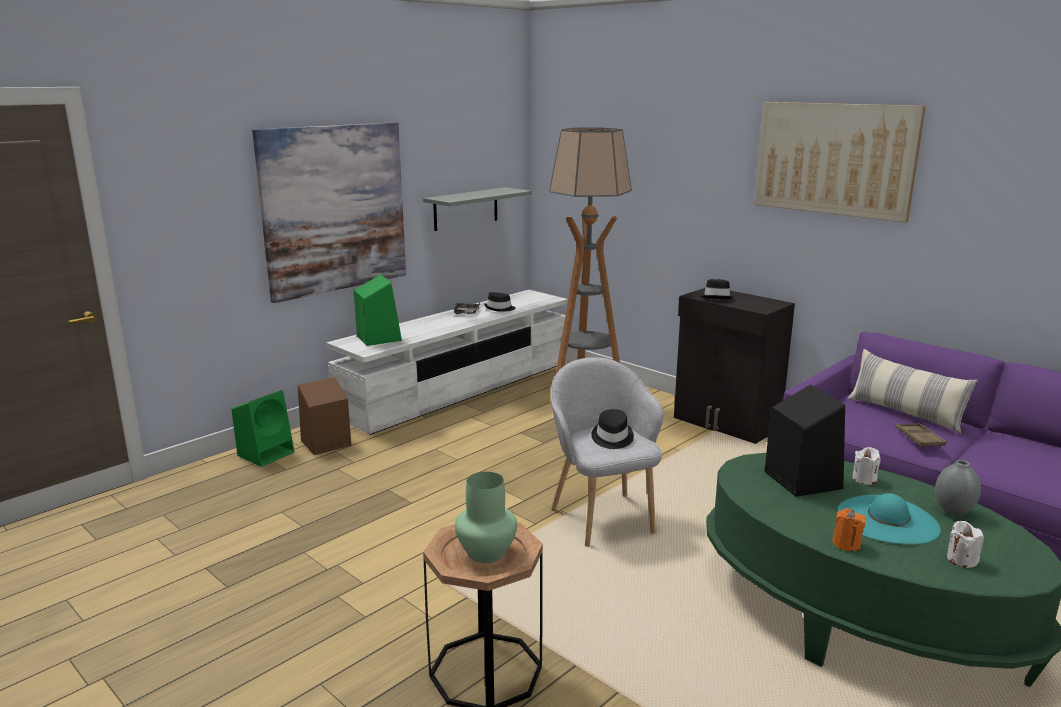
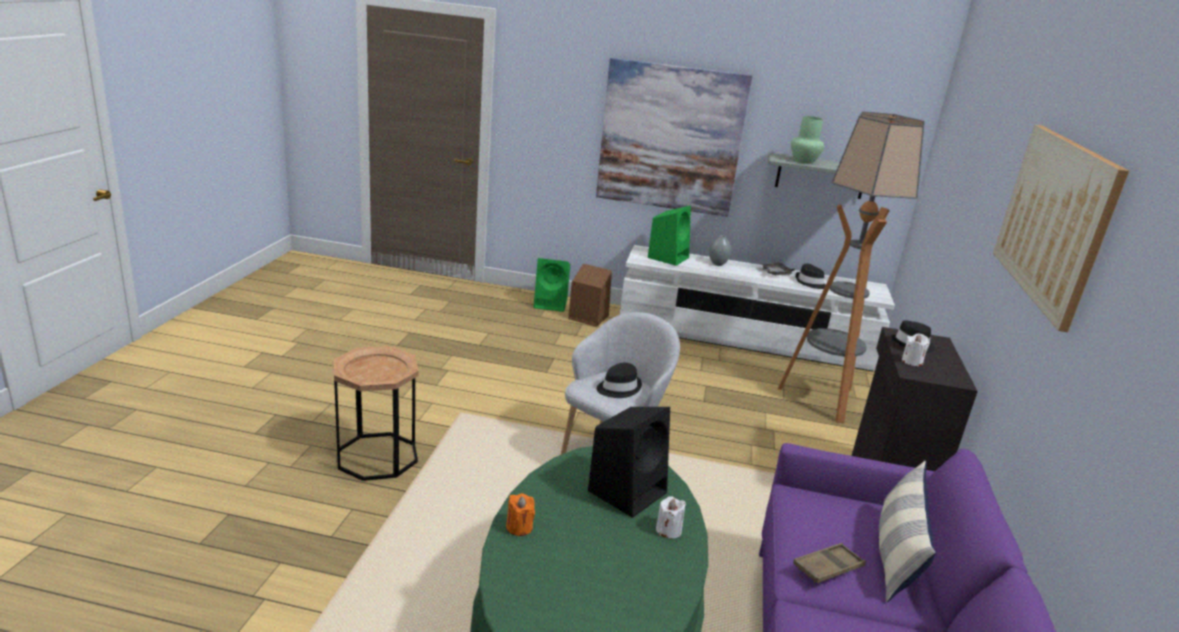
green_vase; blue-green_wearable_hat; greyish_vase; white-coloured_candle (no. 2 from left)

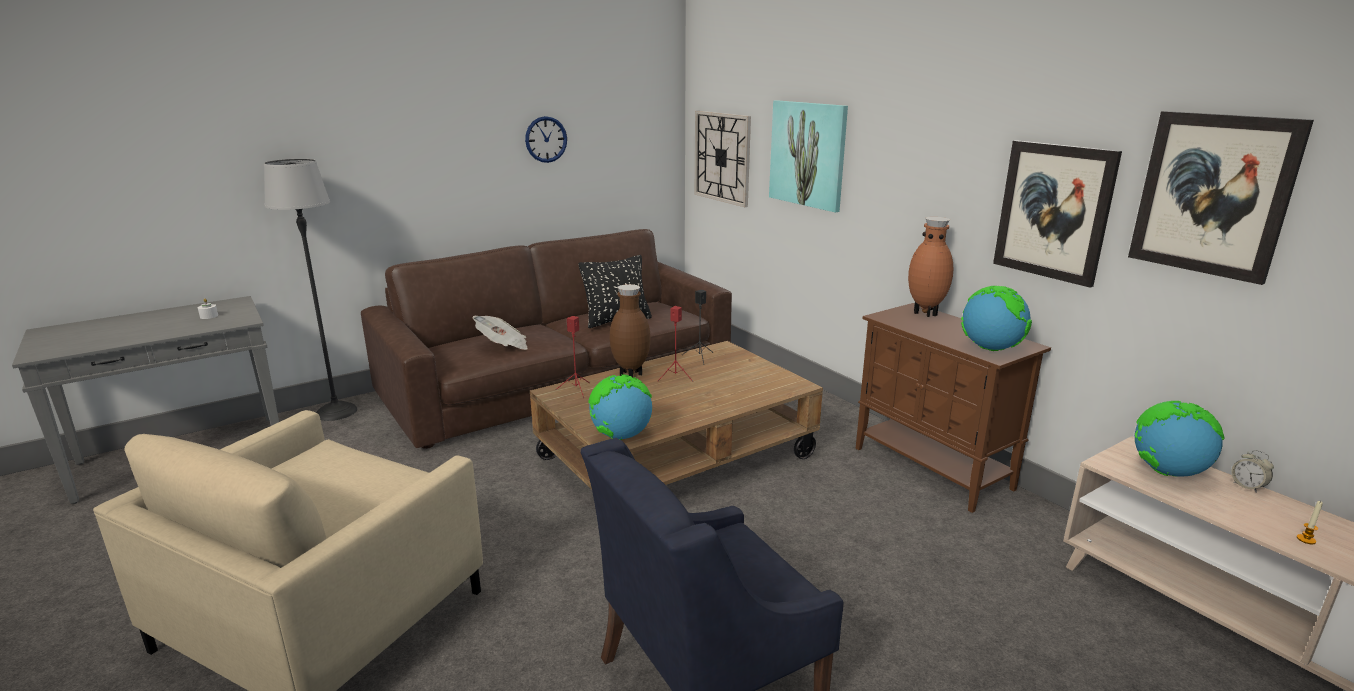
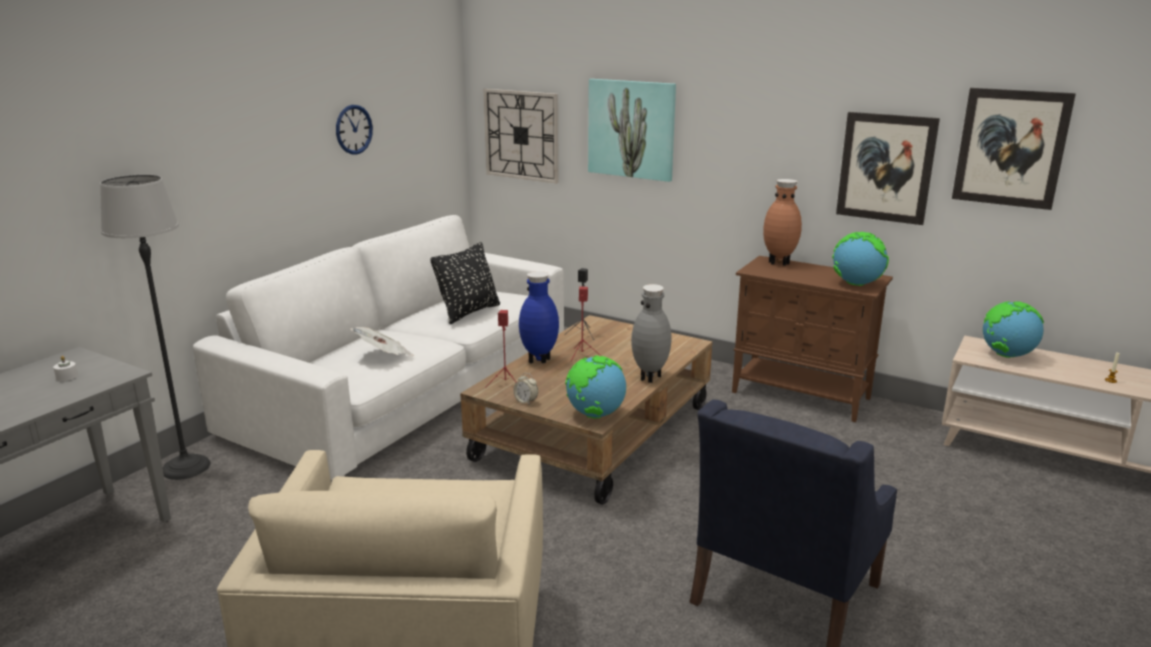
white-coloured_sofa; blue_vase; alarm_clock; greyish_vase

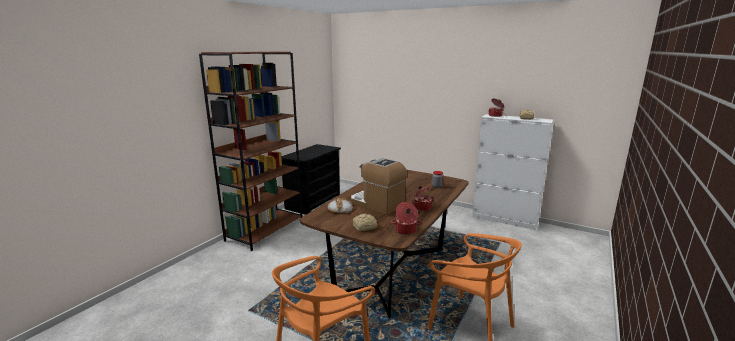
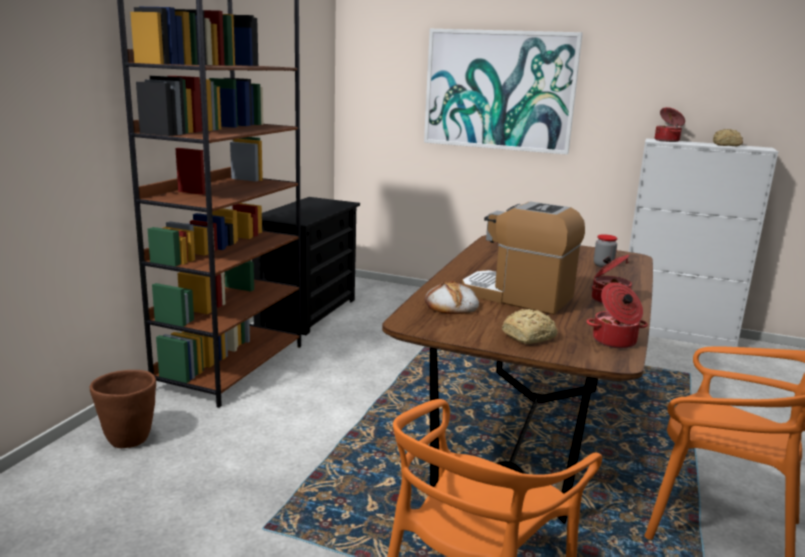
brownish_flower_pot; picture

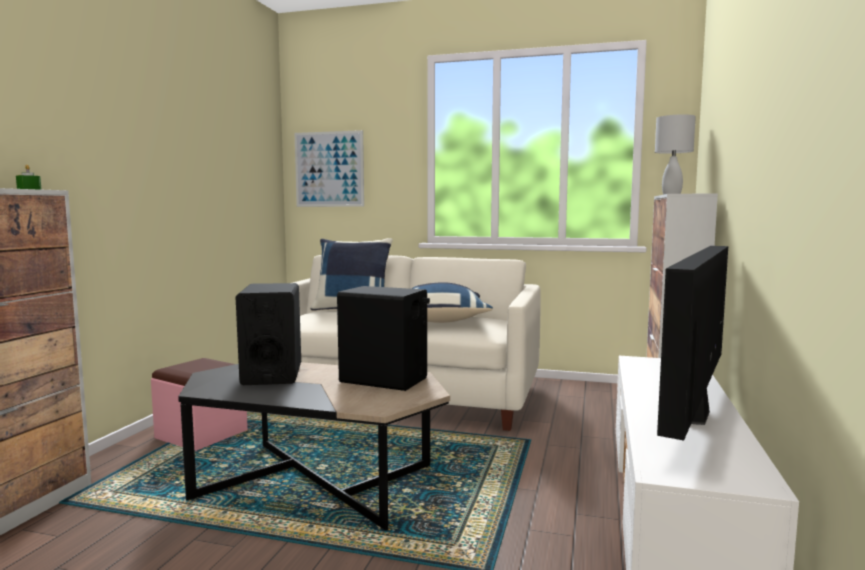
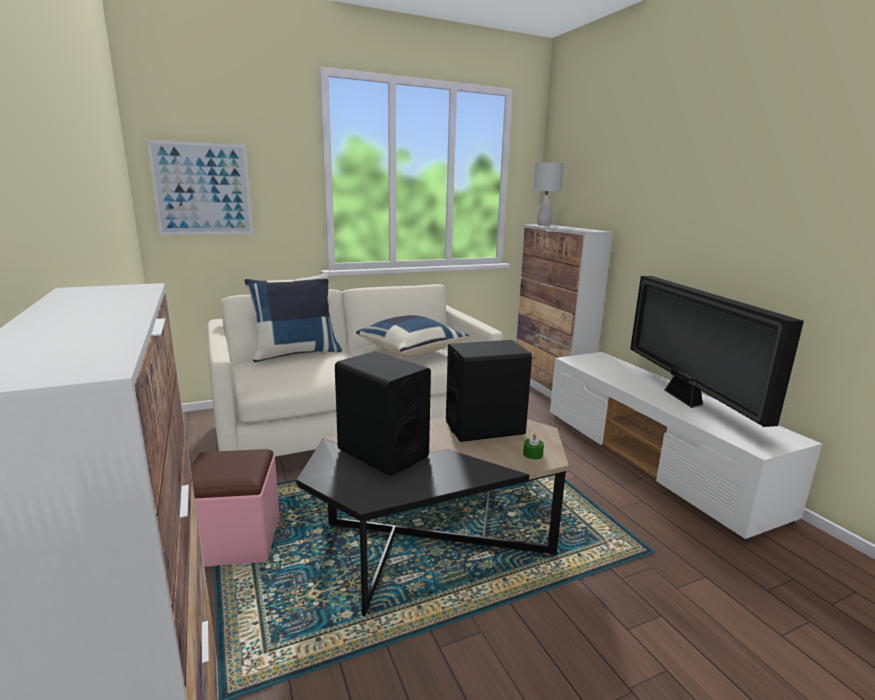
green_candle

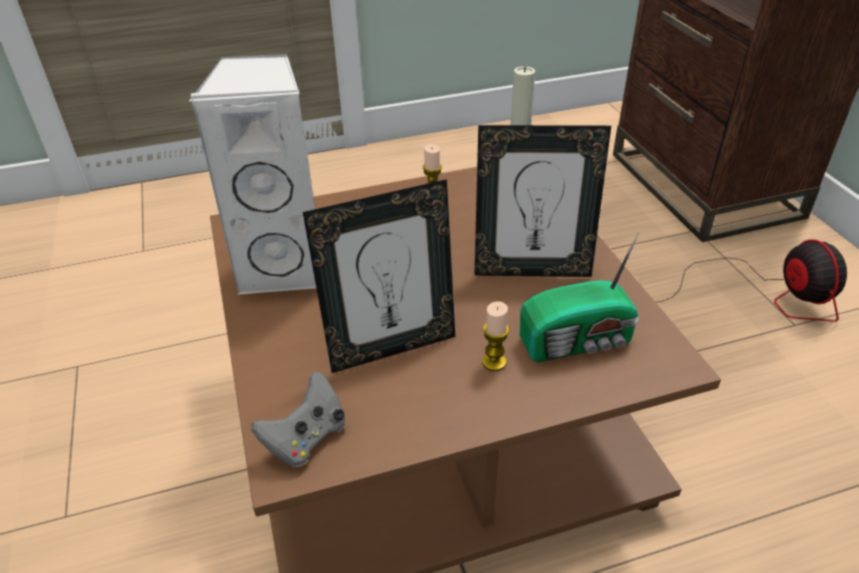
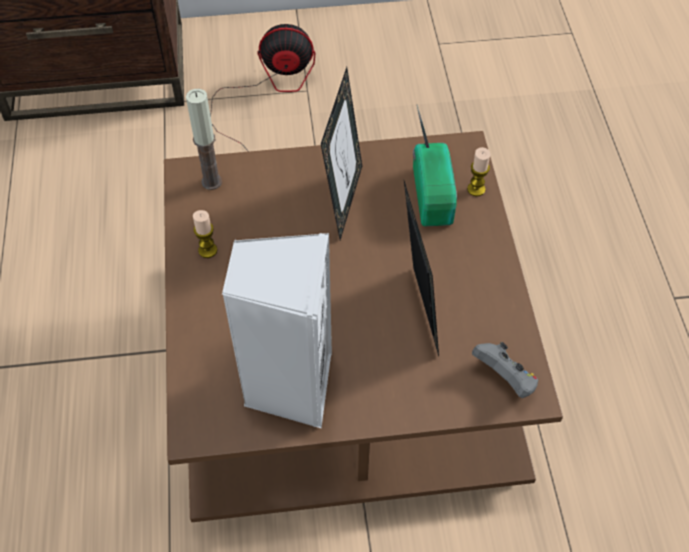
candle (no. 3 from left)

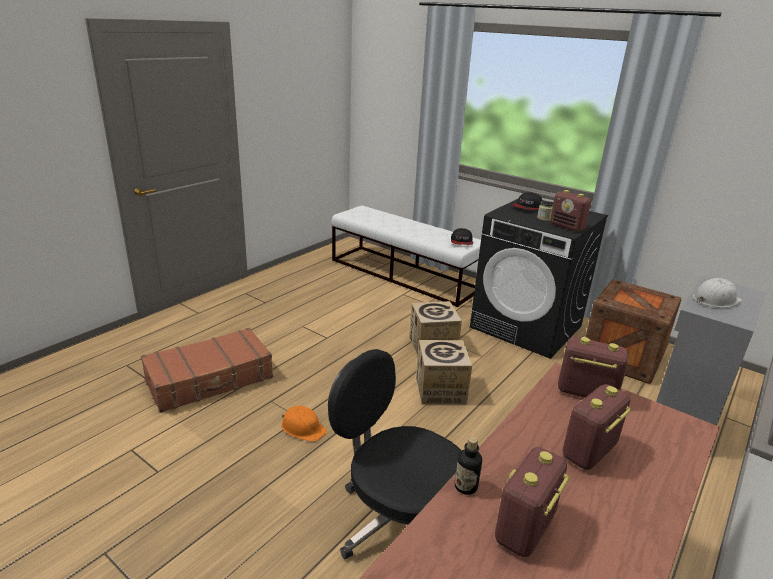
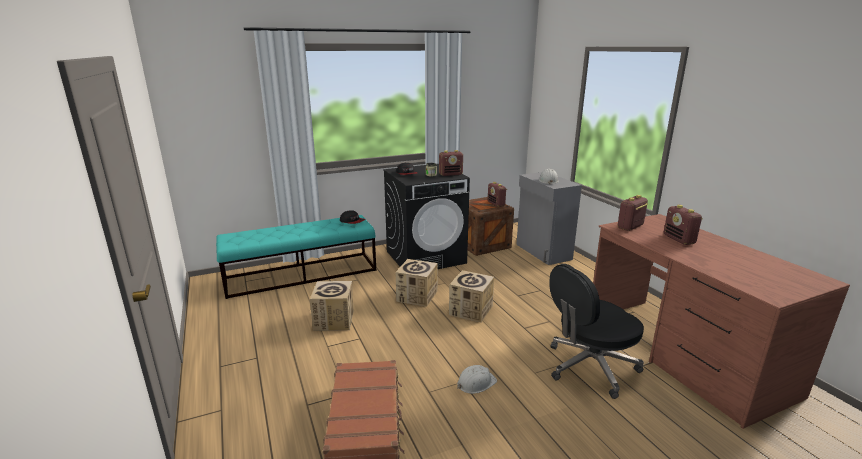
white-coloured_safety_helmet (no. 1 from left); blue-green_bench; drink_bottle; radio_set (no. 2 from left); carton (no. 1 from left)

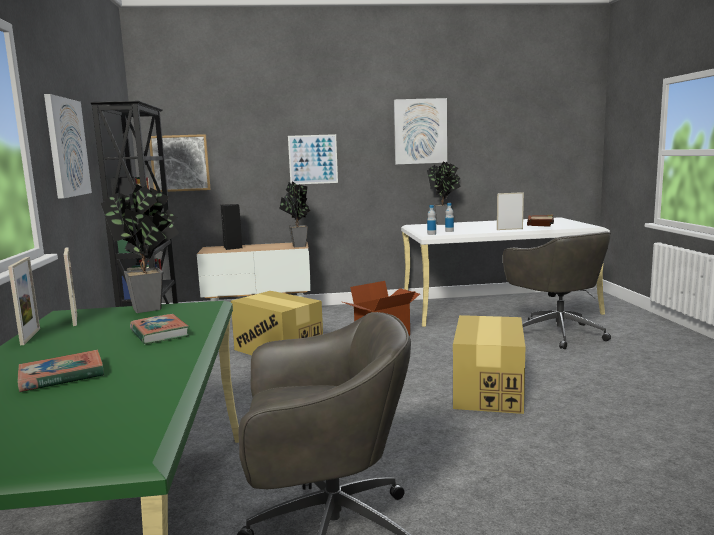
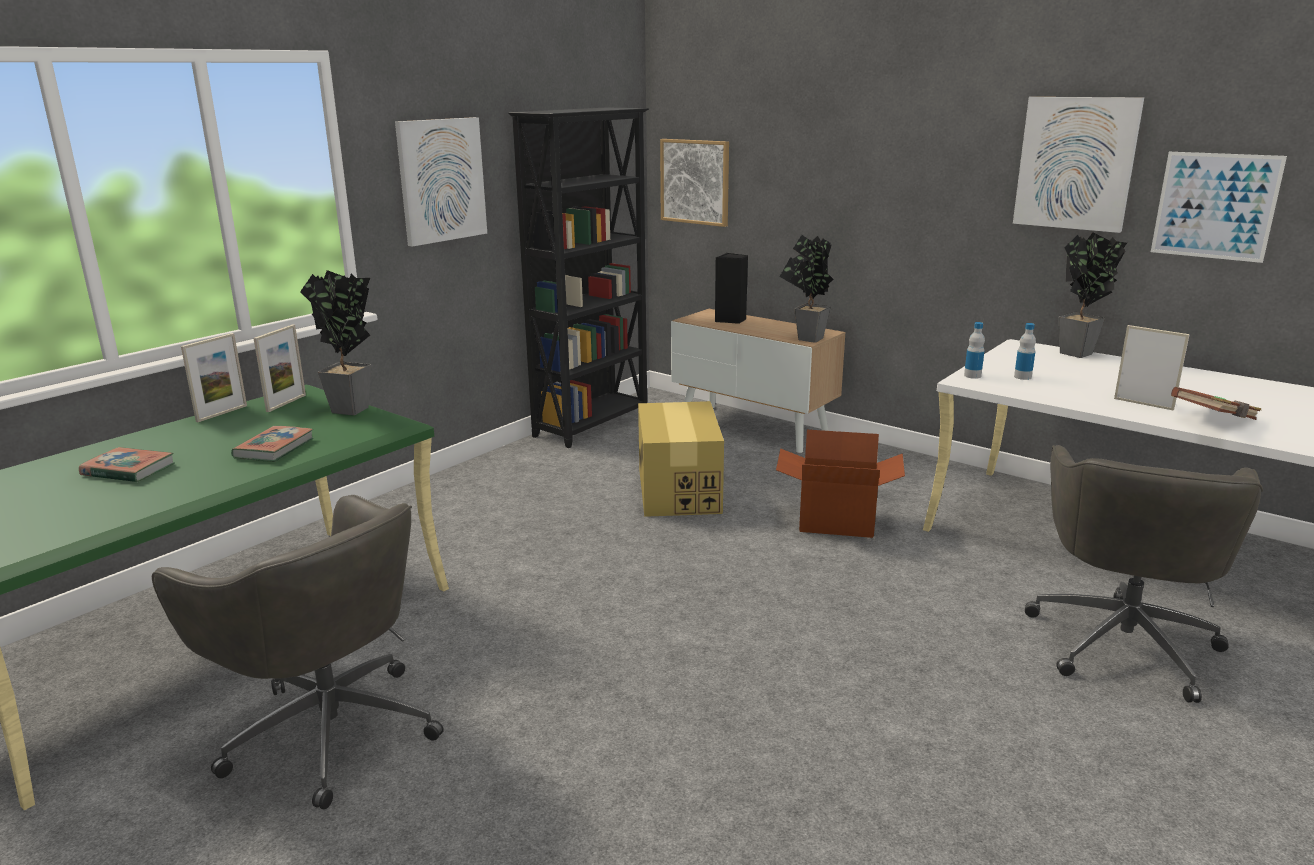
picture (no. 4 from left); carton (no. 3 from left in the first image)

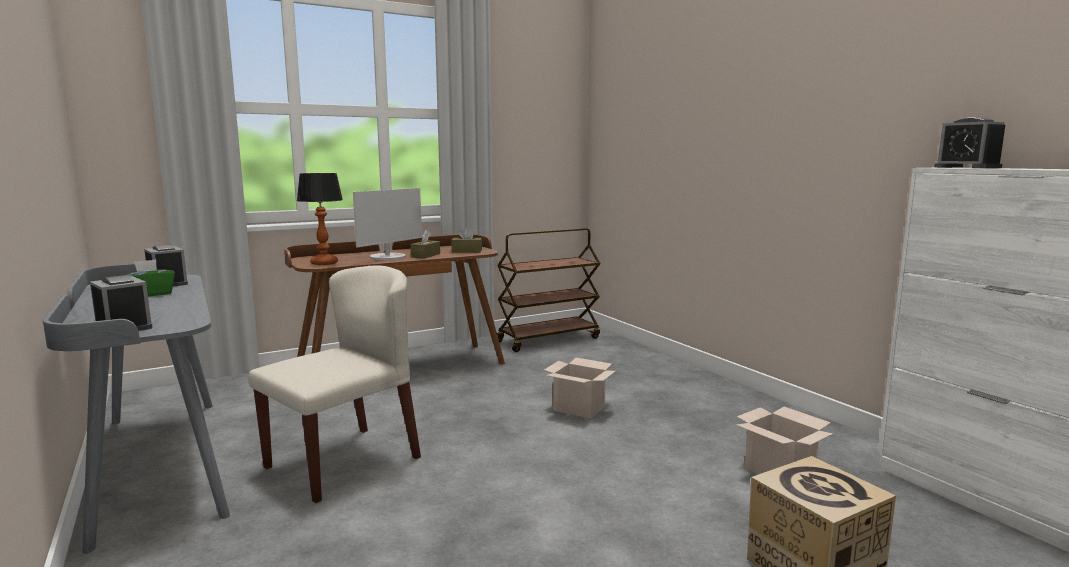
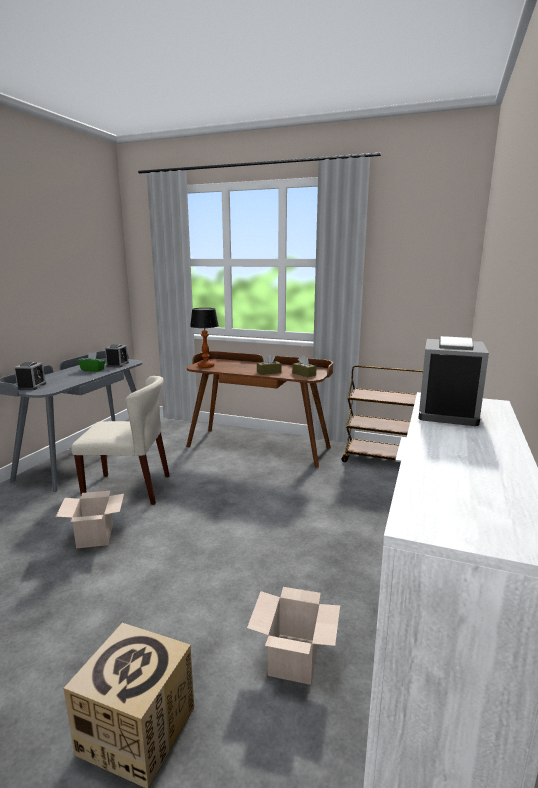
computer_display; carton (no. 1 from left)

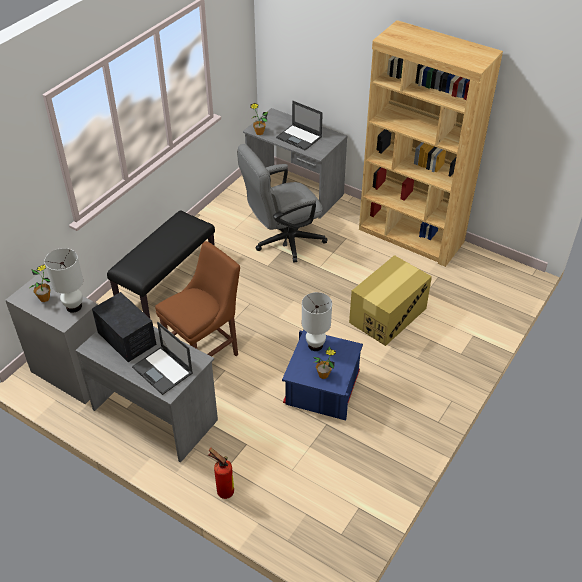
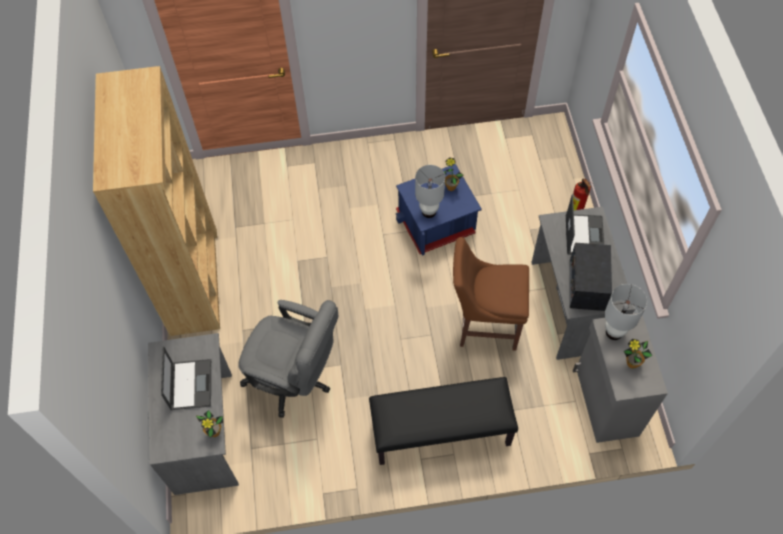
carton

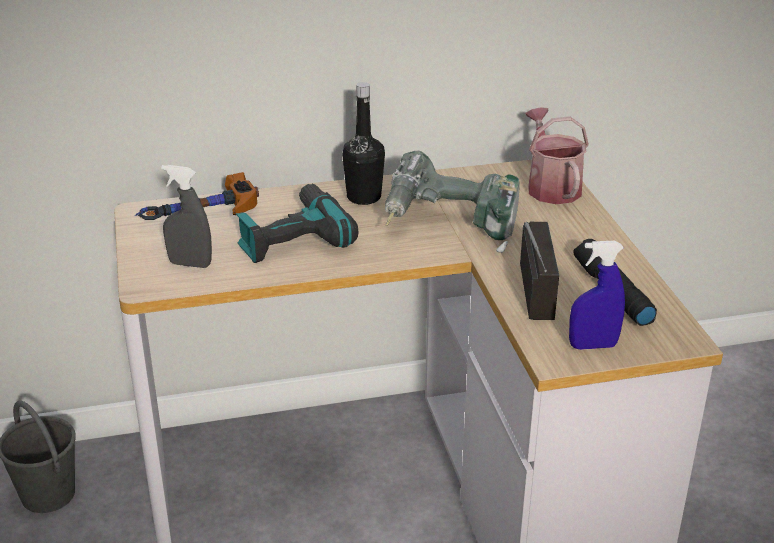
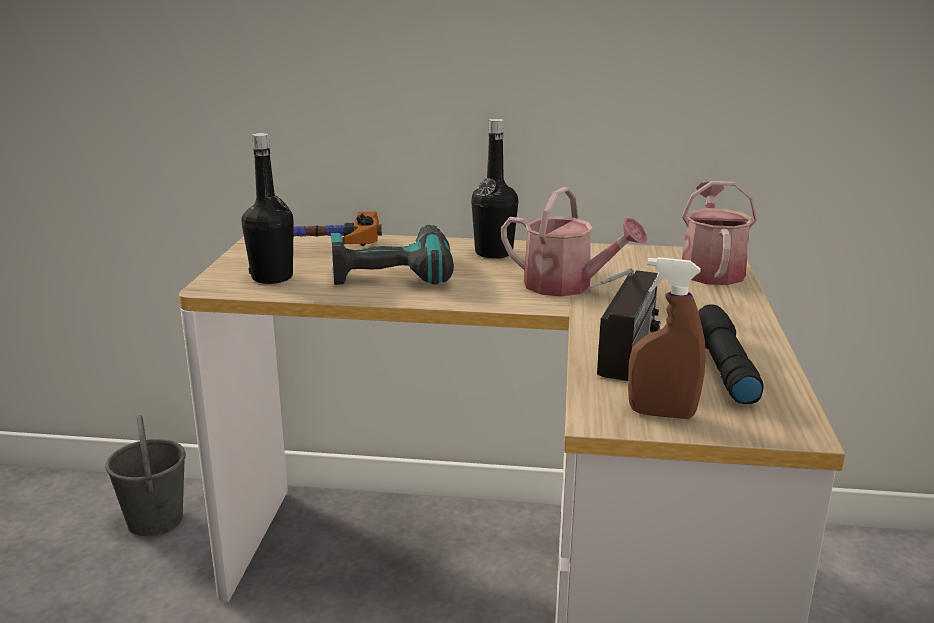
blackish_drink_bottle (no. 1 from left); watering_can (no. 1 from left); brownish_spray_bottle

